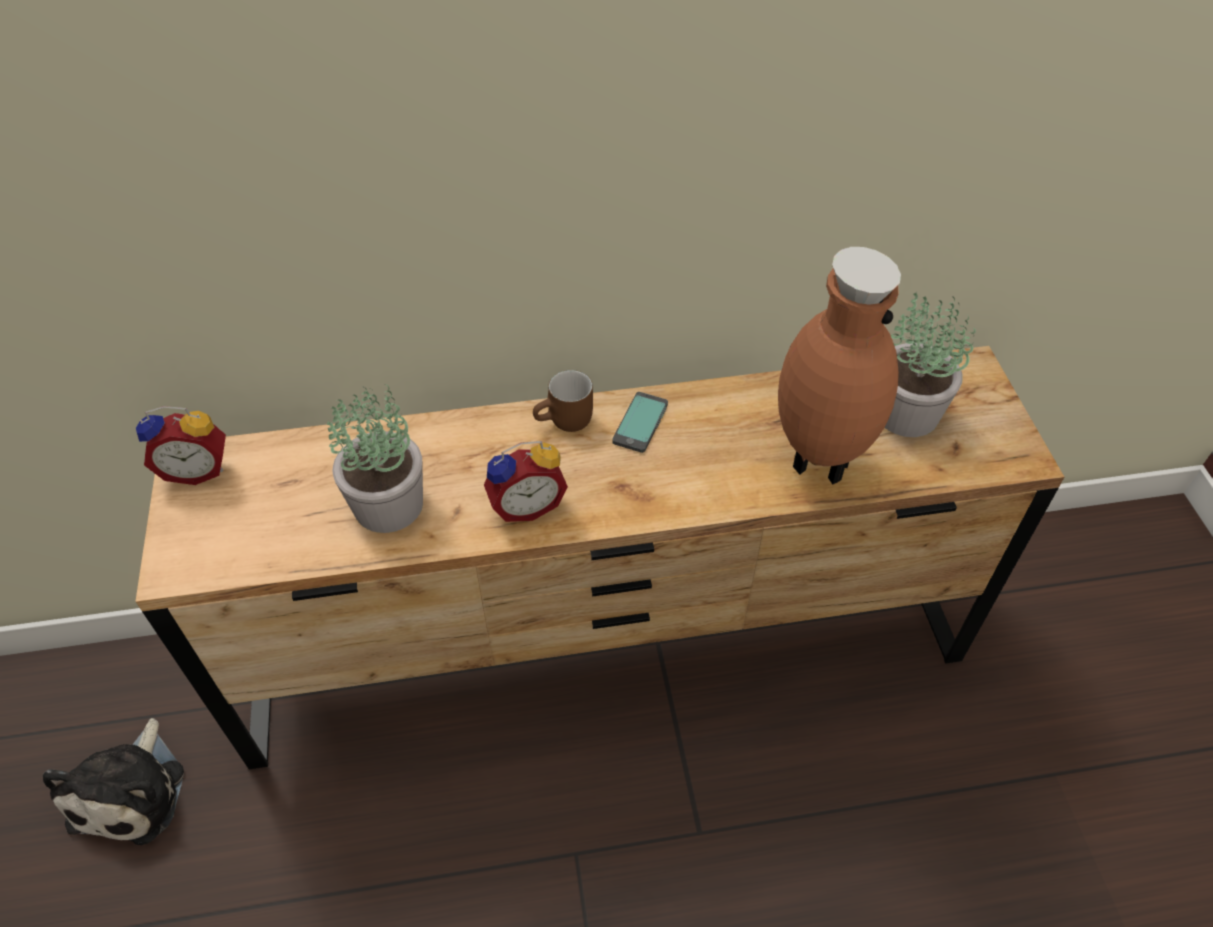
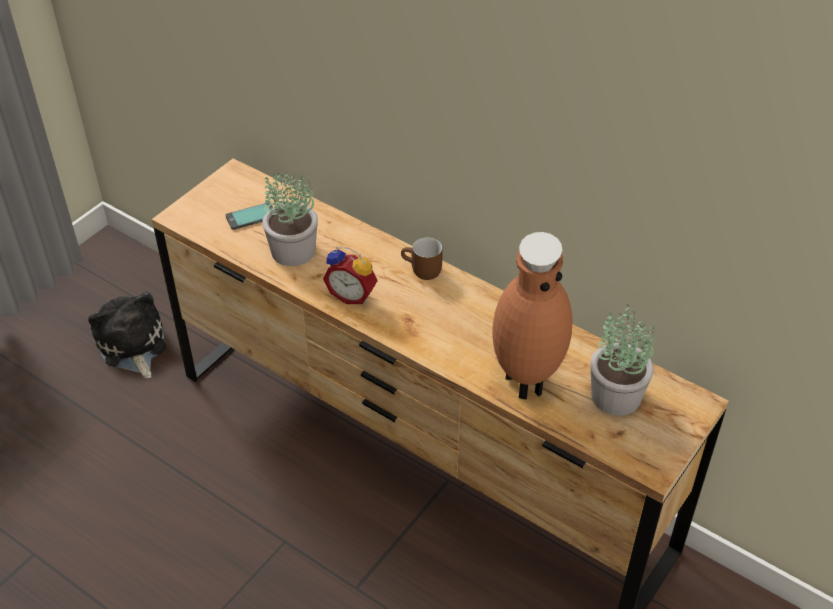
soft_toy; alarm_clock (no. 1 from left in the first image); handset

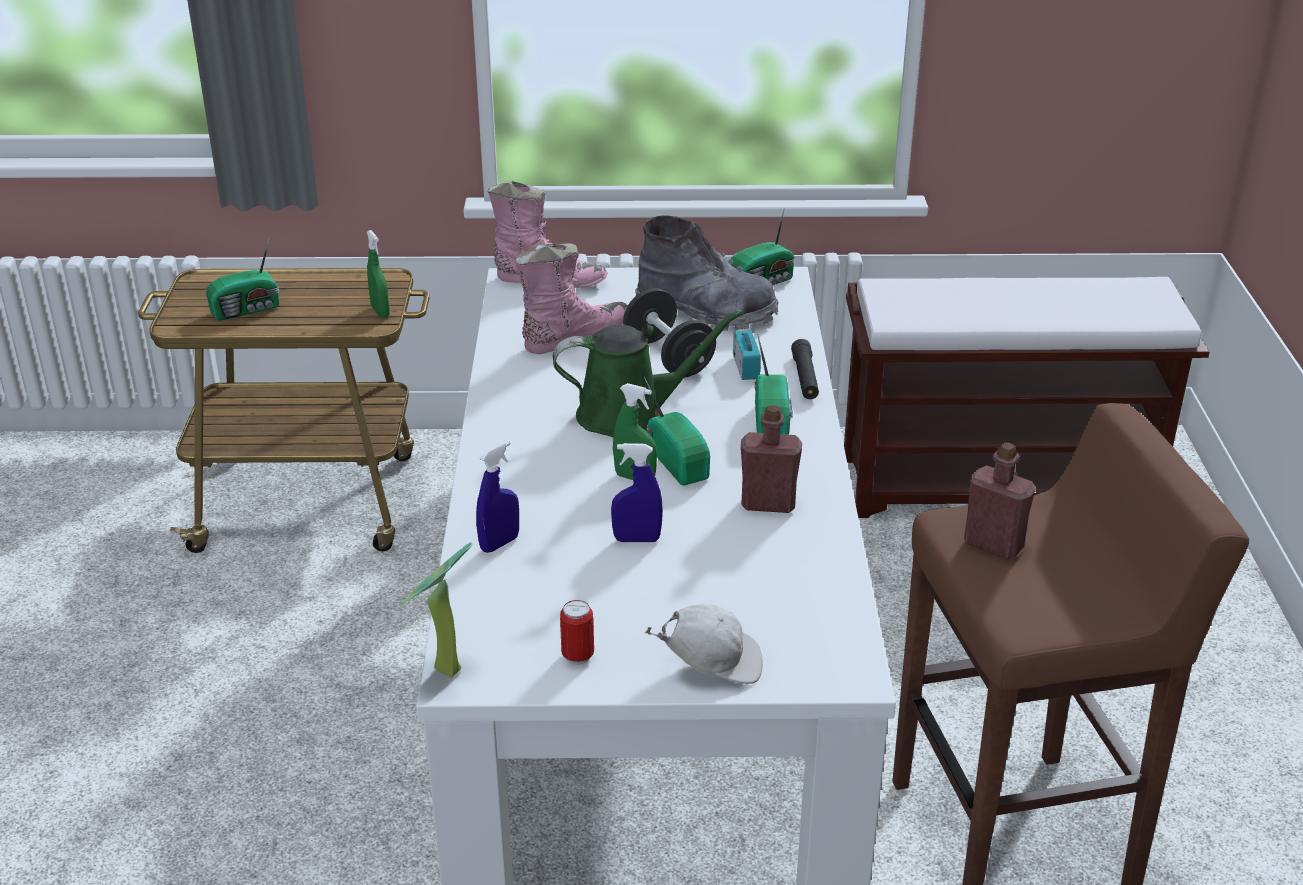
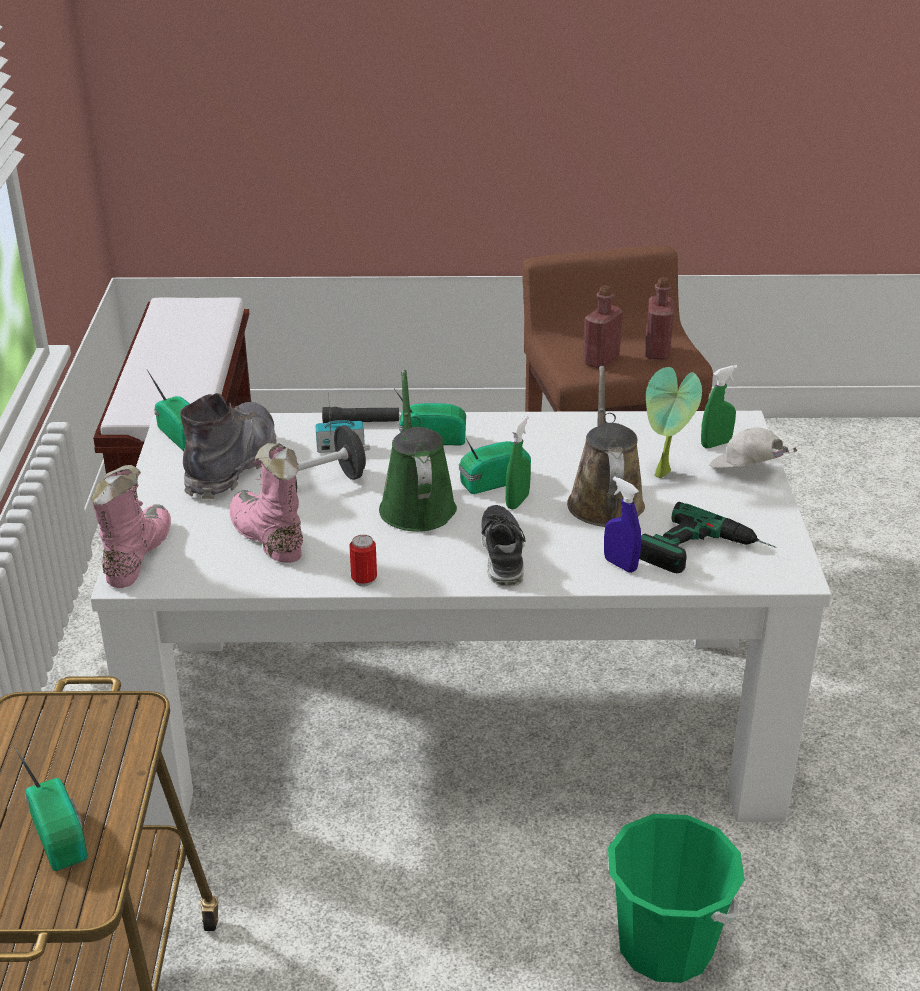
green_spray_bottle (no. 2 from left); plant_in_a_pot; can; brownish_watering_can; white-coloured_cap; red-coloured_drink_bottle (no. 2 from left); shoe; green_bucket; electric_drill

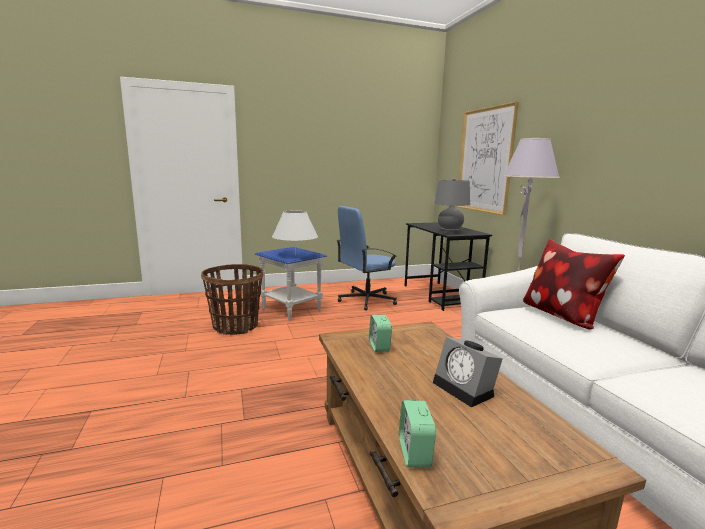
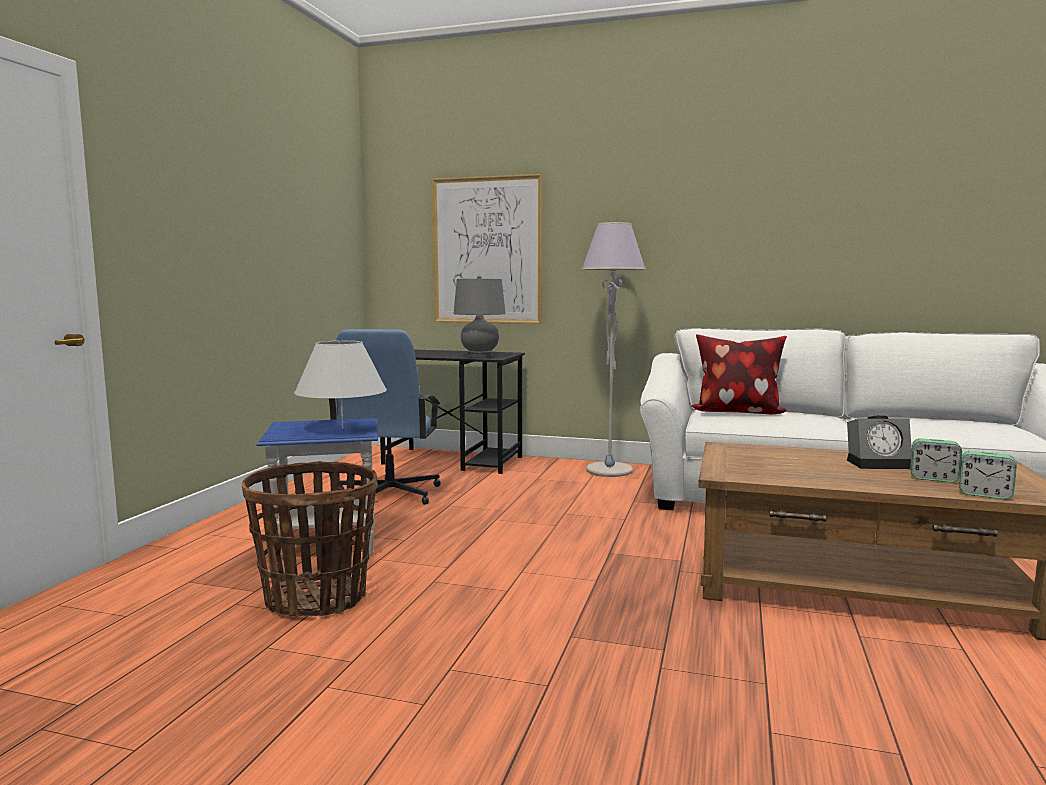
alarm_clock (no. 2 from left)

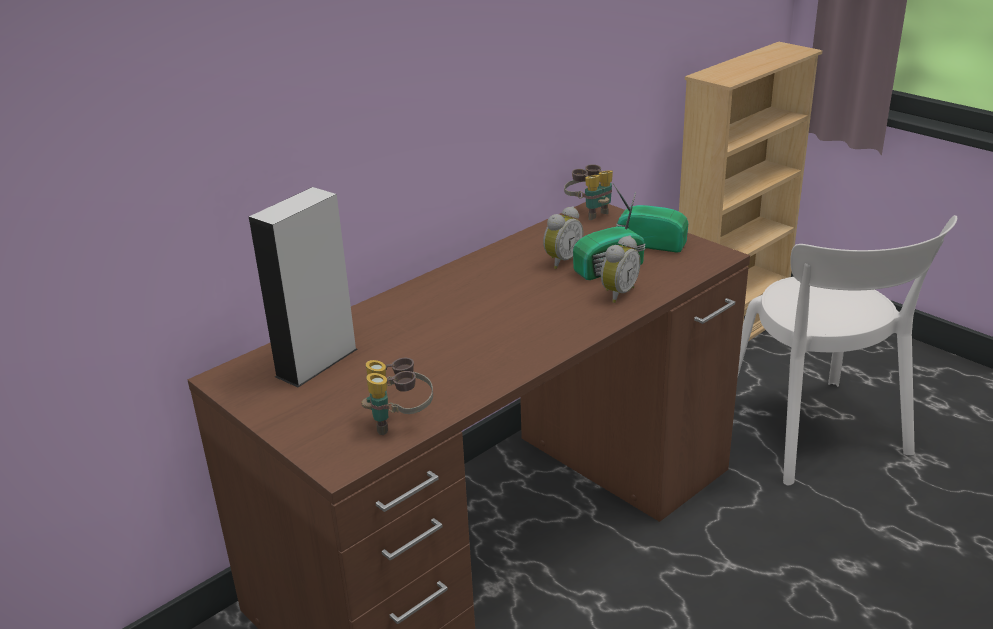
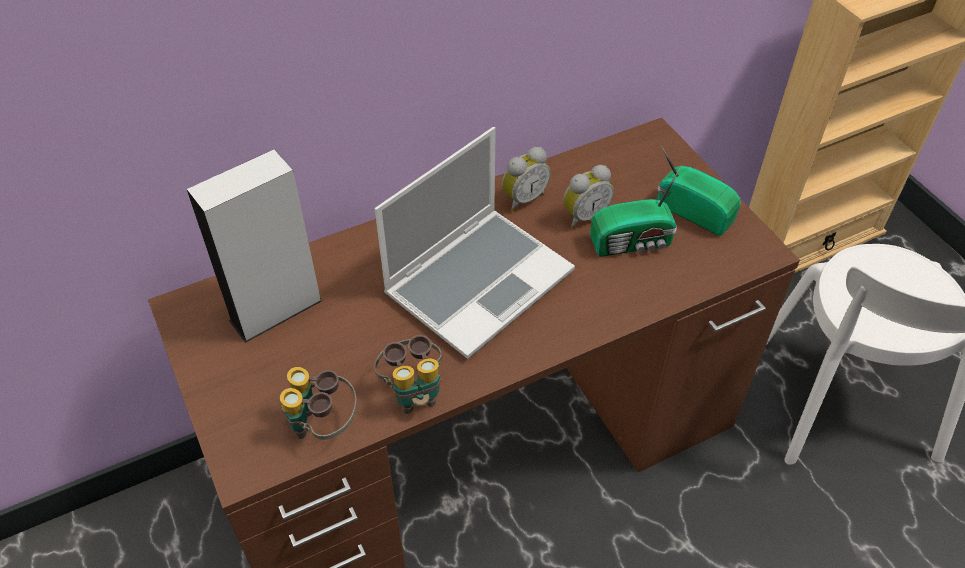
field_glasses (no. 2 from left); alarm_clock (no. 1 from left); portable_computer

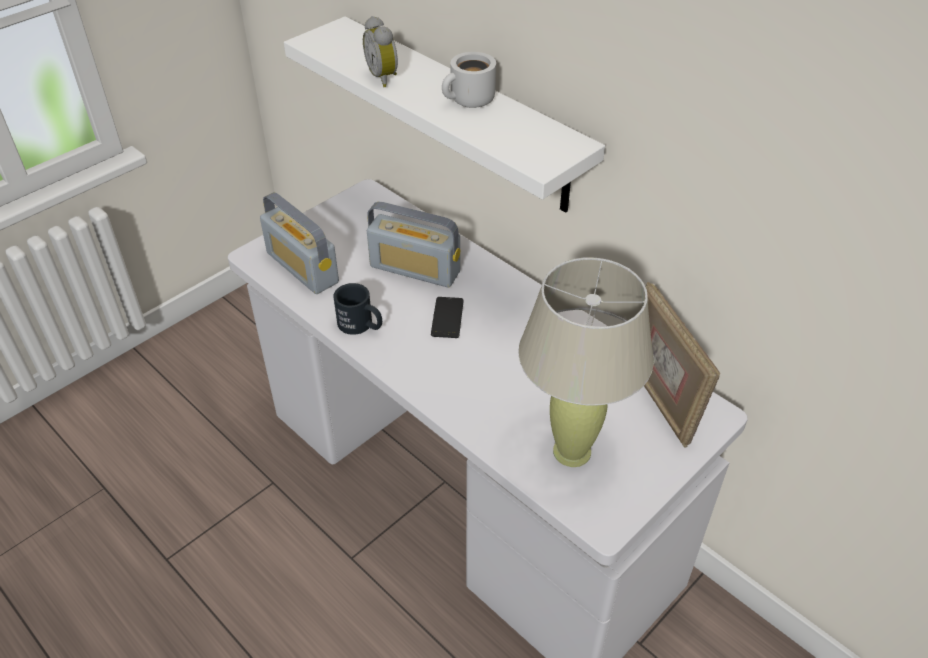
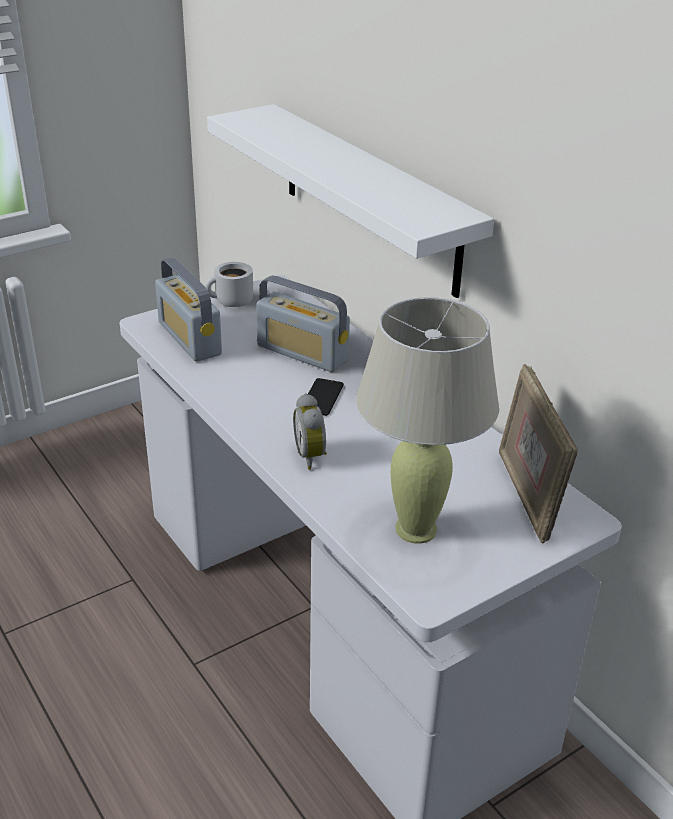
blackish_mug; alarm_clock; white-coloured_mug

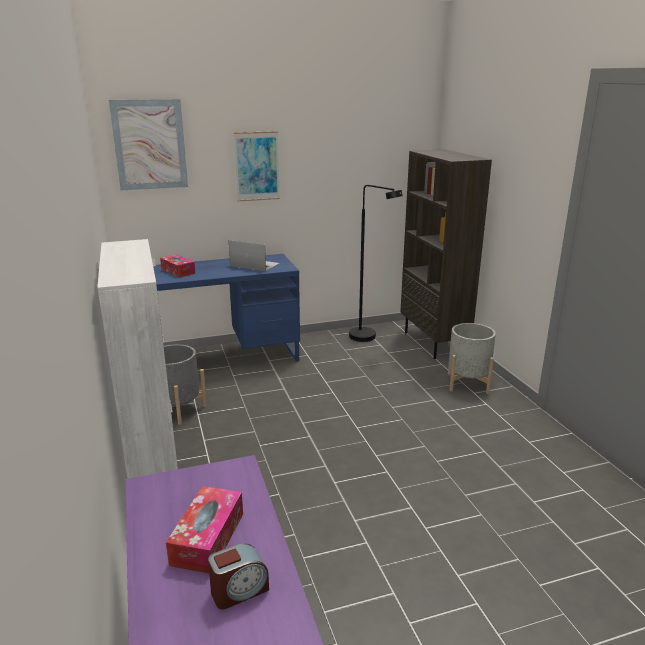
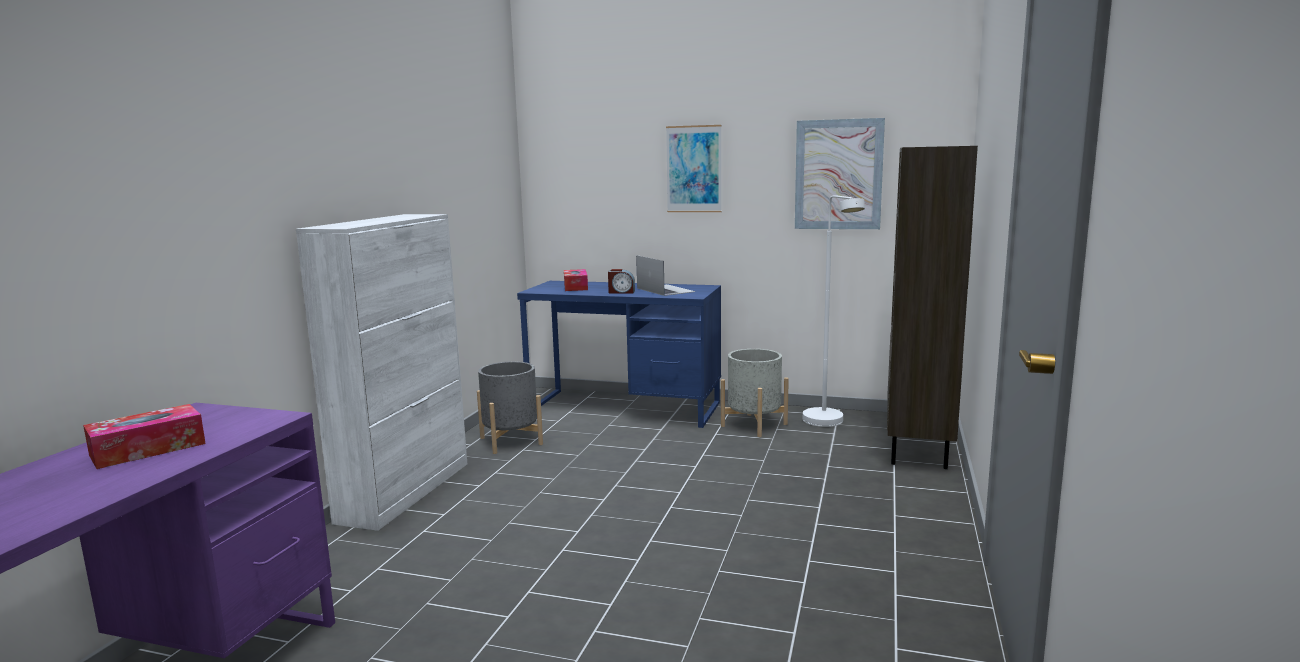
picture (no. 2 from left); alarm_clock; white-coloured_standing_lamp; greyish_flower_pot (no. 2 from left)

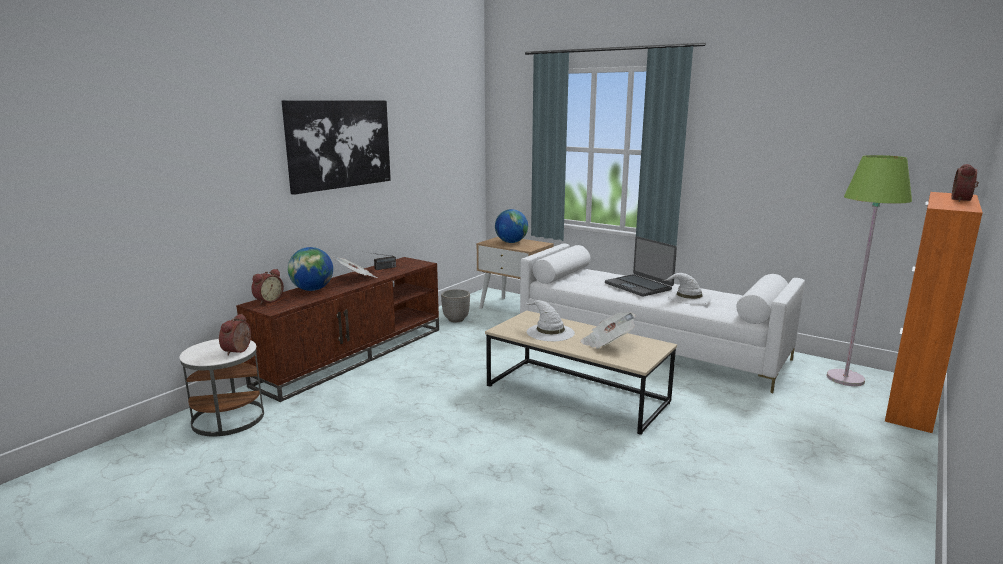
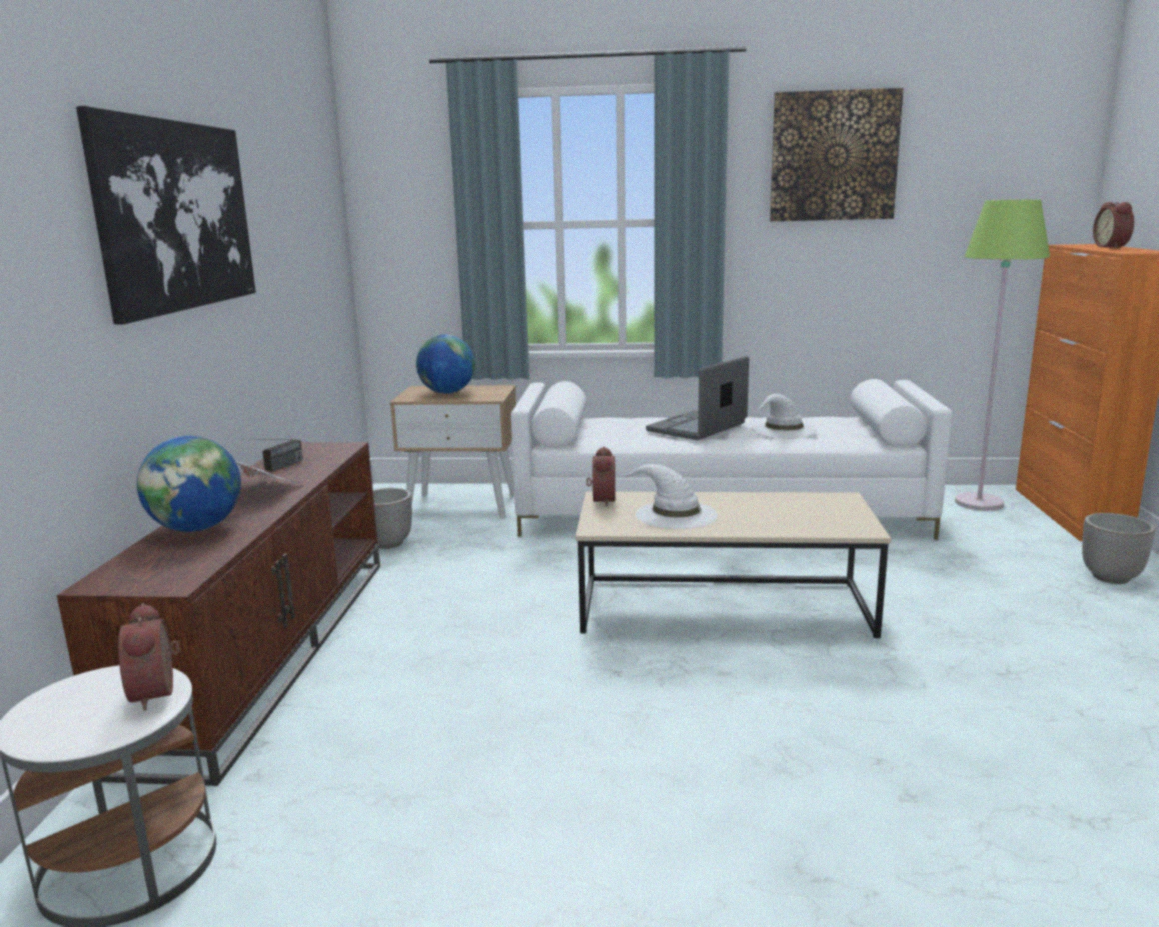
alarm_clock (no. 2 from left); newspaper (no. 2 from left in the first image); portable_computer; picture (no. 2 from left); flower_pot (no. 2 from left)

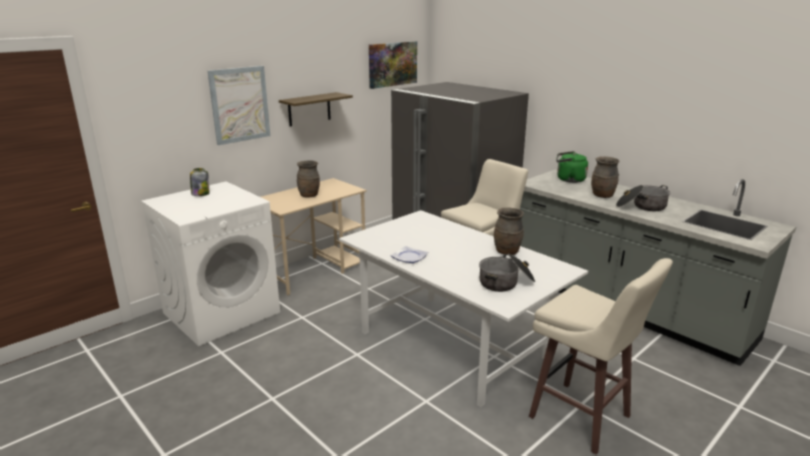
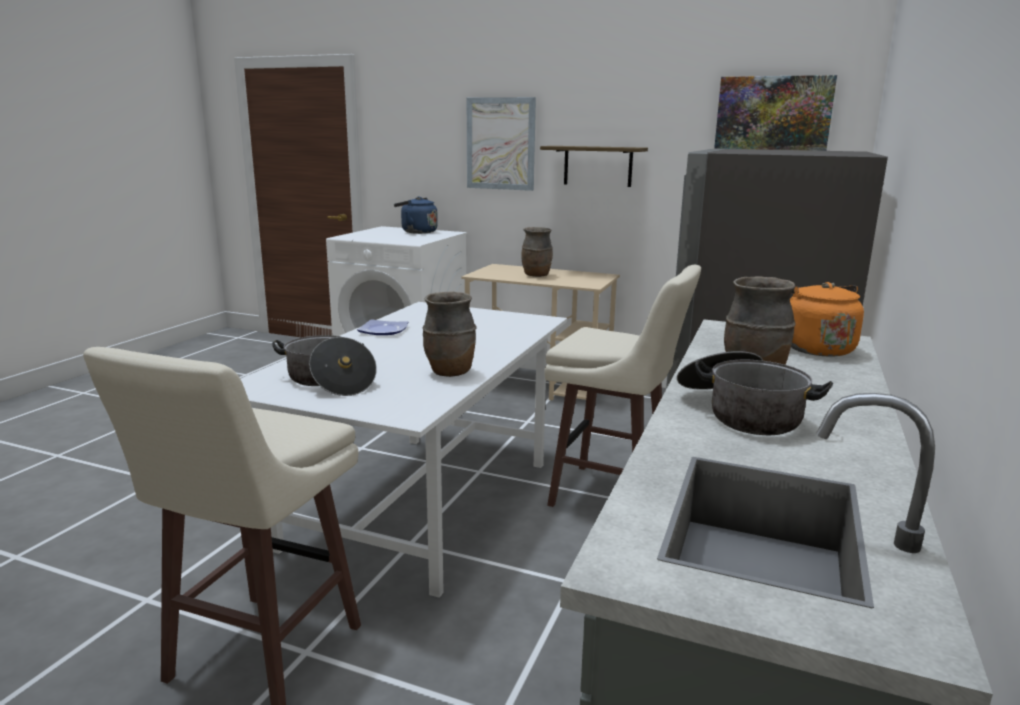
blue_kettle; orange-coloured_kettle

